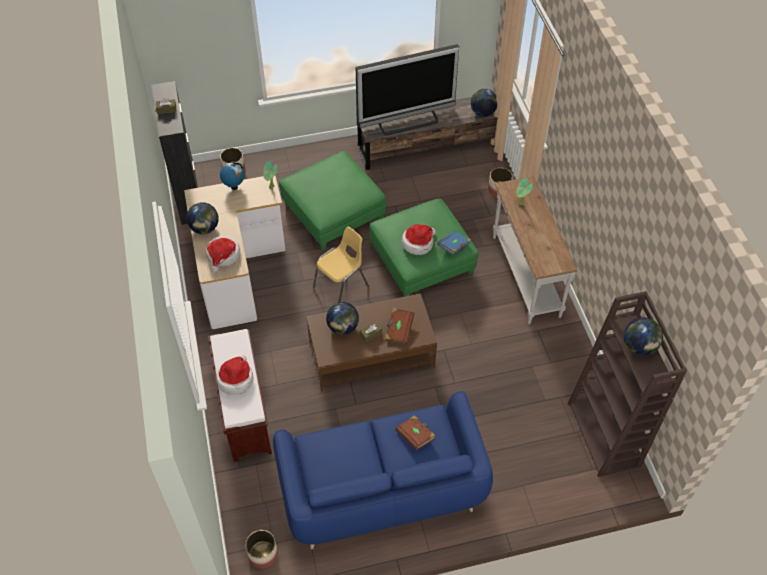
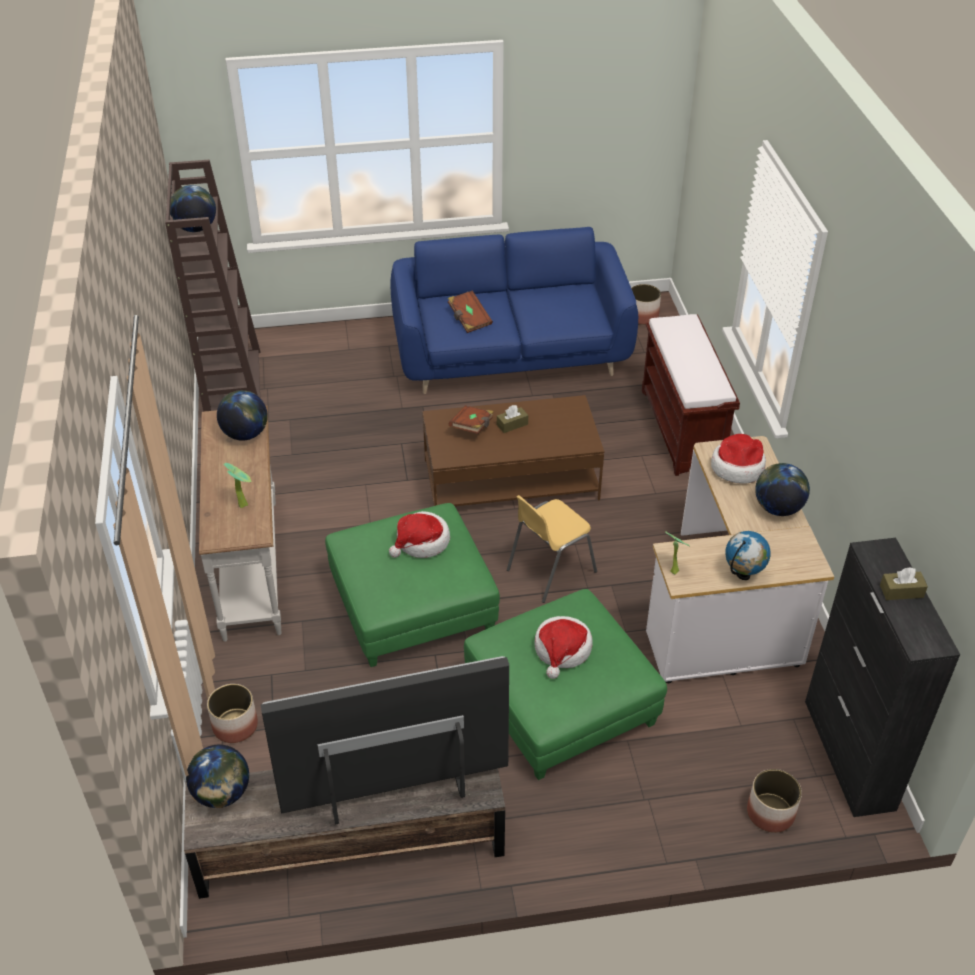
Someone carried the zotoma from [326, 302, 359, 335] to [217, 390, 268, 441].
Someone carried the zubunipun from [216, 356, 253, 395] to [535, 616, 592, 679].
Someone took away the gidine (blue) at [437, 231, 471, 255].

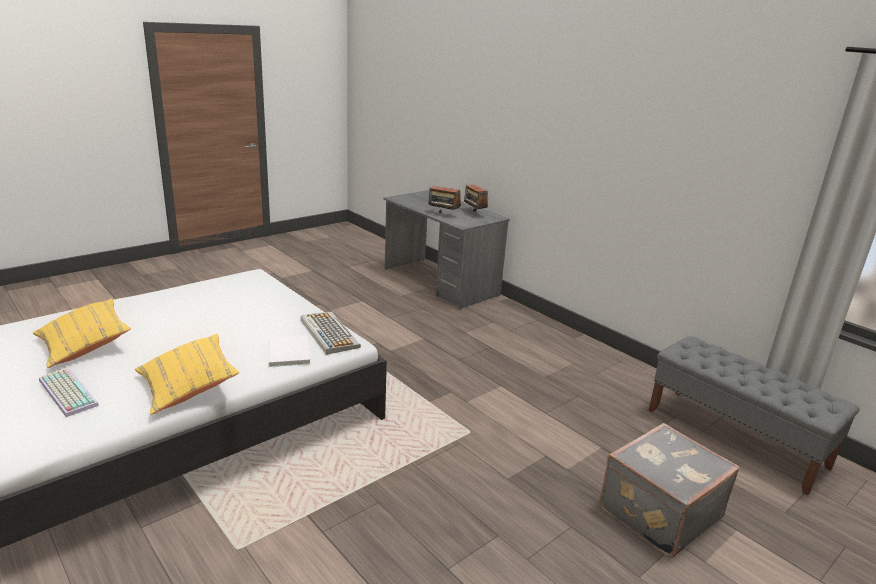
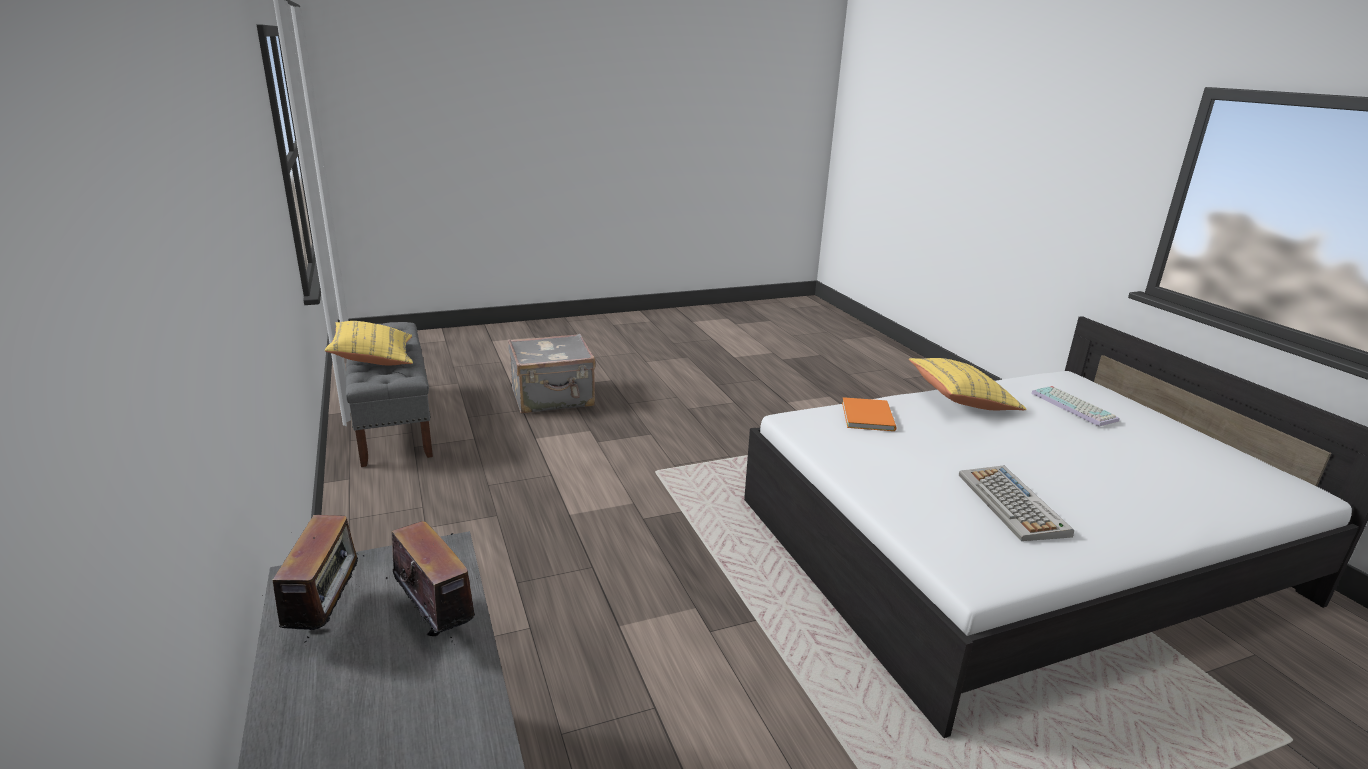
Someone carried the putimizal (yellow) from [33, 299, 131, 368] to [325, 321, 413, 366].
Someone repainted the gidine (white) at [268, 336, 311, 367], which became the gidine (orange) at [842, 397, 897, 431].
Someone carried the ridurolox from [301, 312, 361, 355] to [959, 466, 1074, 541].

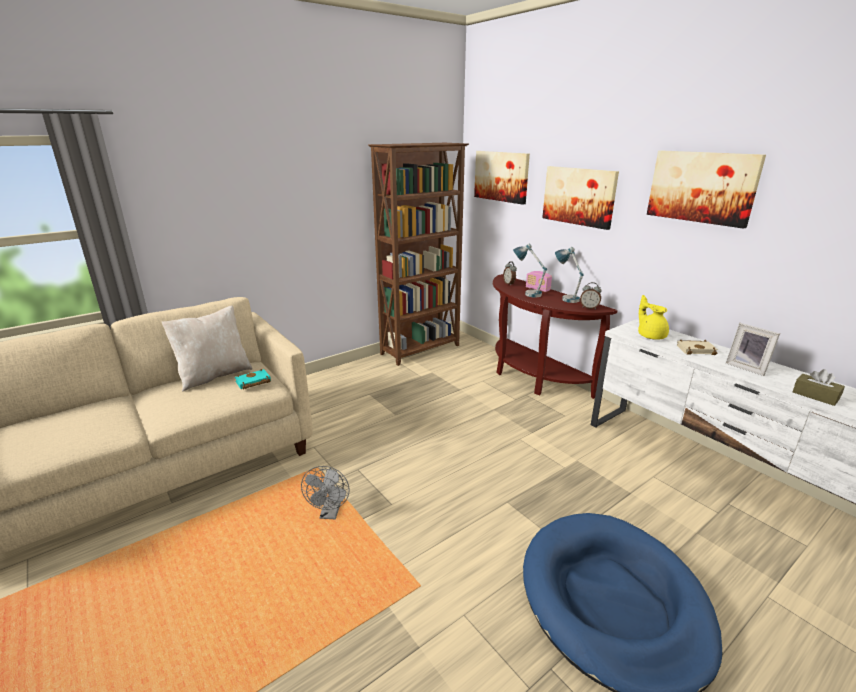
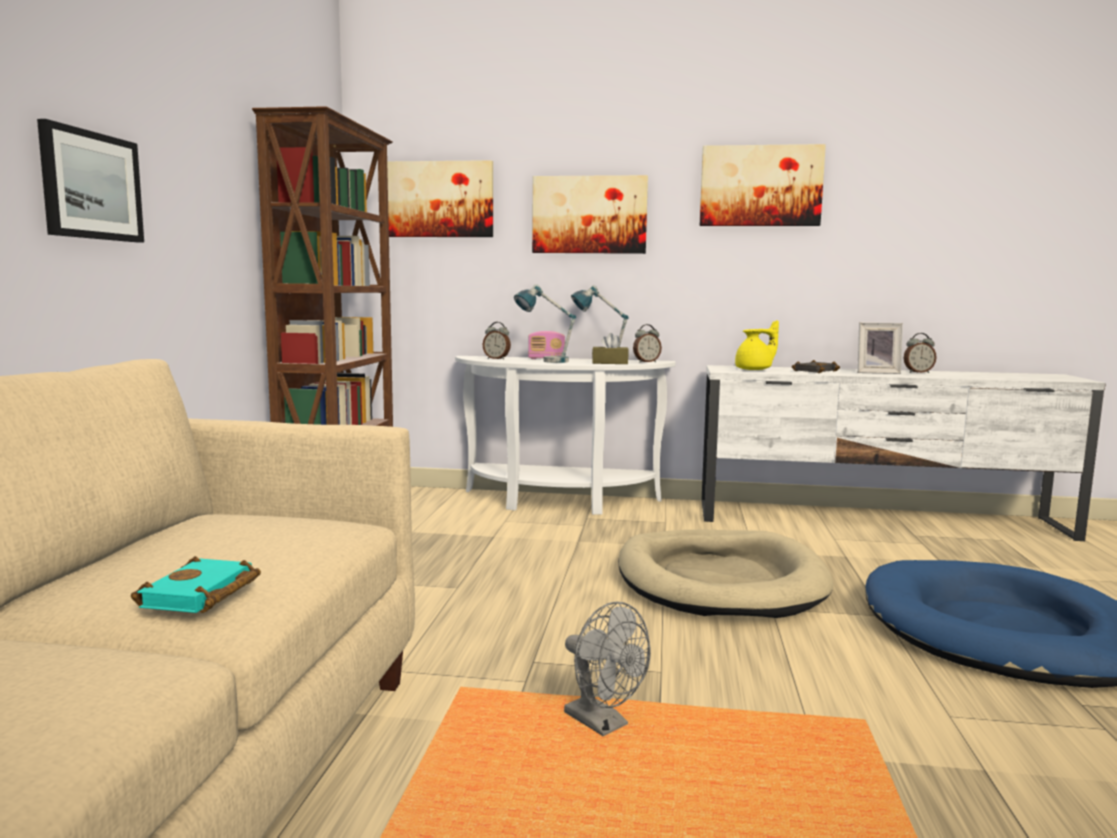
Someone put up the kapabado at [37, 119, 144, 242].
Someone carried the gidine (turquoise) from [235, 369, 271, 390] to [131, 556, 261, 613].
Someone repainted the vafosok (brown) at [493, 274, 618, 399], which became the vafosok (white) at [455, 356, 675, 515].
Someone carried the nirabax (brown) from [793, 369, 845, 406] to [592, 333, 629, 364].
Someone put down the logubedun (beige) at [618, 529, 833, 618].
Someone rotated the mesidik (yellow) at [638, 295, 669, 340] by 135 degrees clockwise.
Someone repainted the gidine (beige) at [677, 339, 718, 355], which became the gidine (black) at [792, 360, 840, 373].
Someone put down the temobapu at [904, 333, 937, 373].
Someone took away the putimizal (beige) at [162, 306, 253, 391].

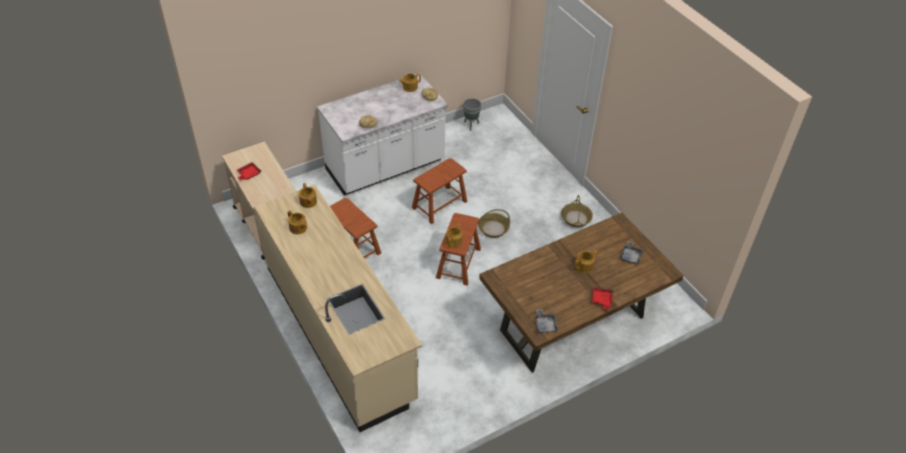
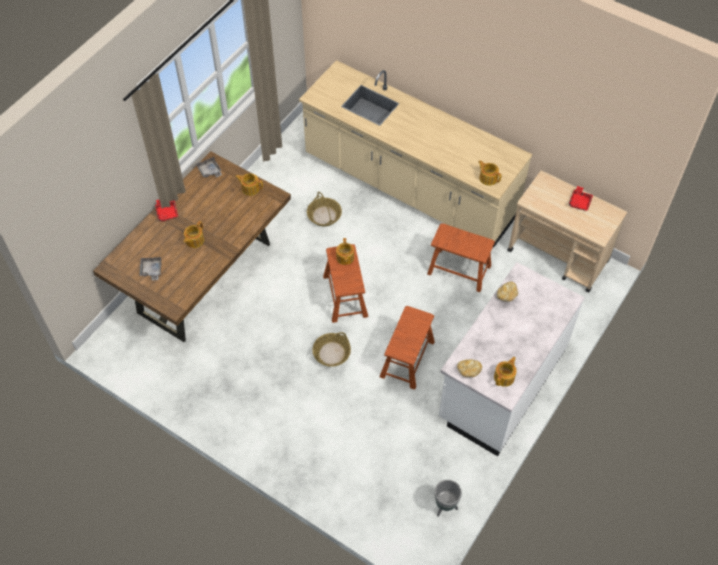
Someone carried the mesidik from [288, 210, 307, 234] to [235, 173, 263, 196].
Someone carried the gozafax from [561, 195, 593, 227] to [307, 192, 342, 226].

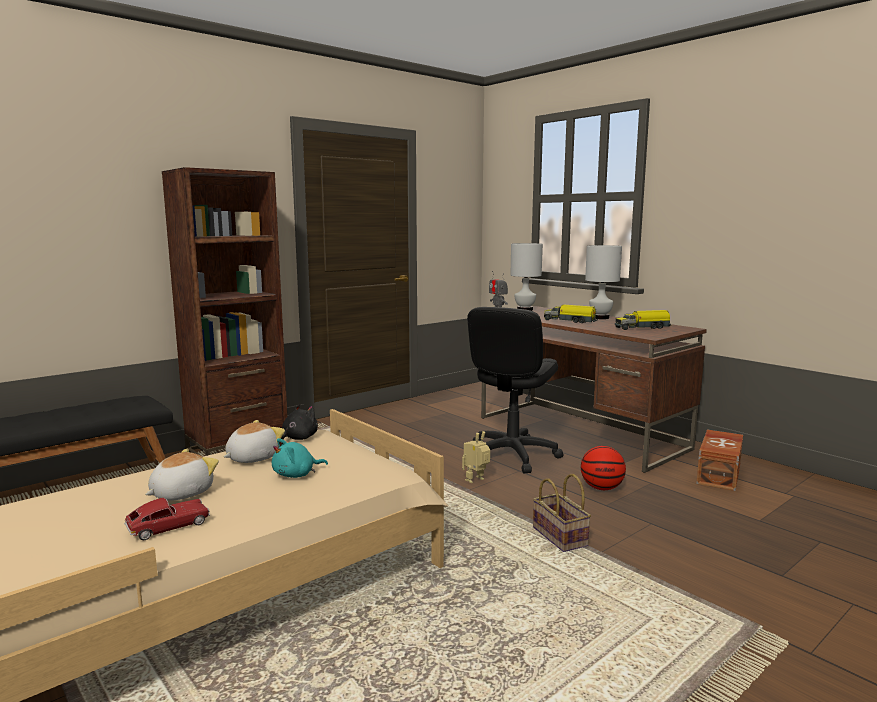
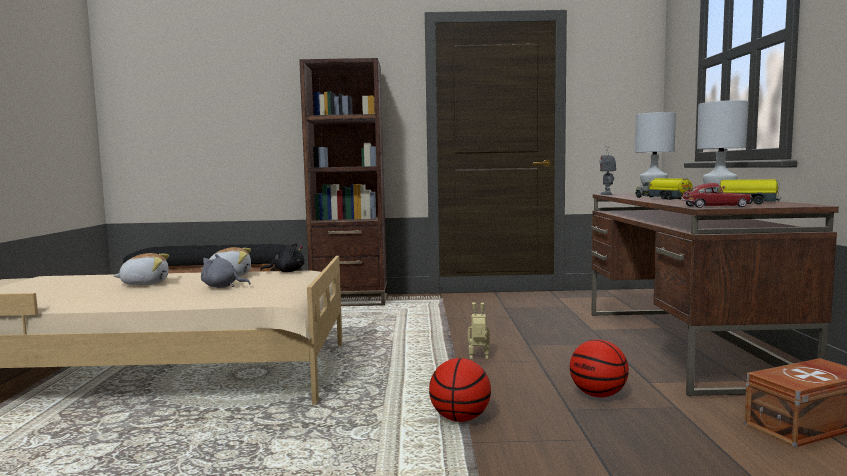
Someone repainted the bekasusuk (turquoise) at [272, 438, 328, 478], which became the bekasusuk (grey) at [201, 254, 251, 288].
Someone swapped the gozafax at [533, 474, 591, 552] for the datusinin at [429, 358, 491, 422].
Someone carried the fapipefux from [124, 498, 210, 540] to [681, 183, 752, 208].
Someone took away the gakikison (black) at [467, 307, 563, 473].

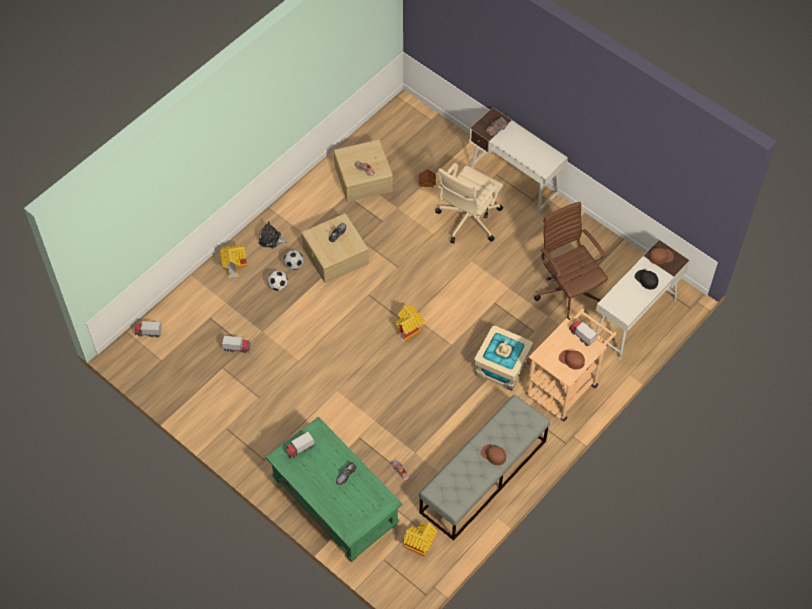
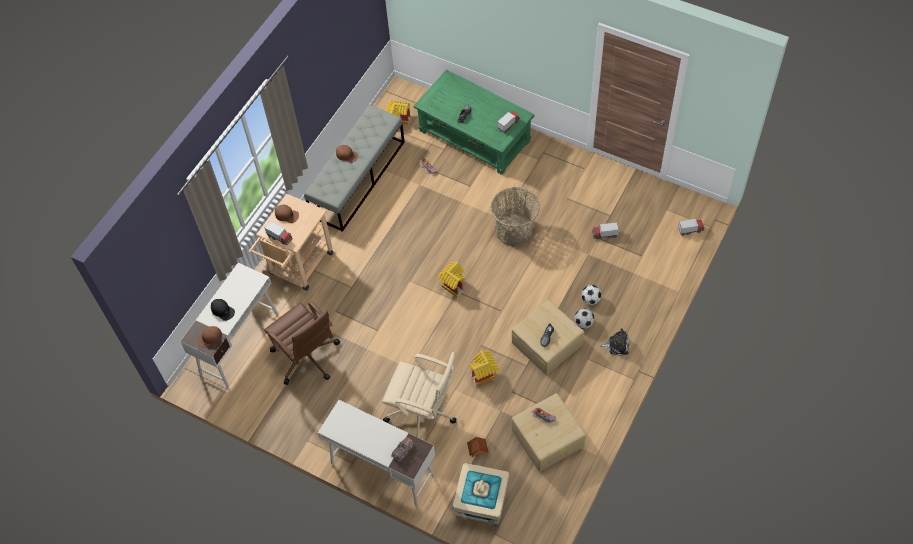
Someone rotated the gakikison (beige) at [435, 163, 504, 243] by 90 degrees clockwise.
Someone carried the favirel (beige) from [474, 325, 533, 391] to [453, 463, 510, 527].
Someone carried the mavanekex from [220, 244, 247, 278] to [470, 350, 499, 386].
Someone put down the gozafax at [490, 187, 540, 247].

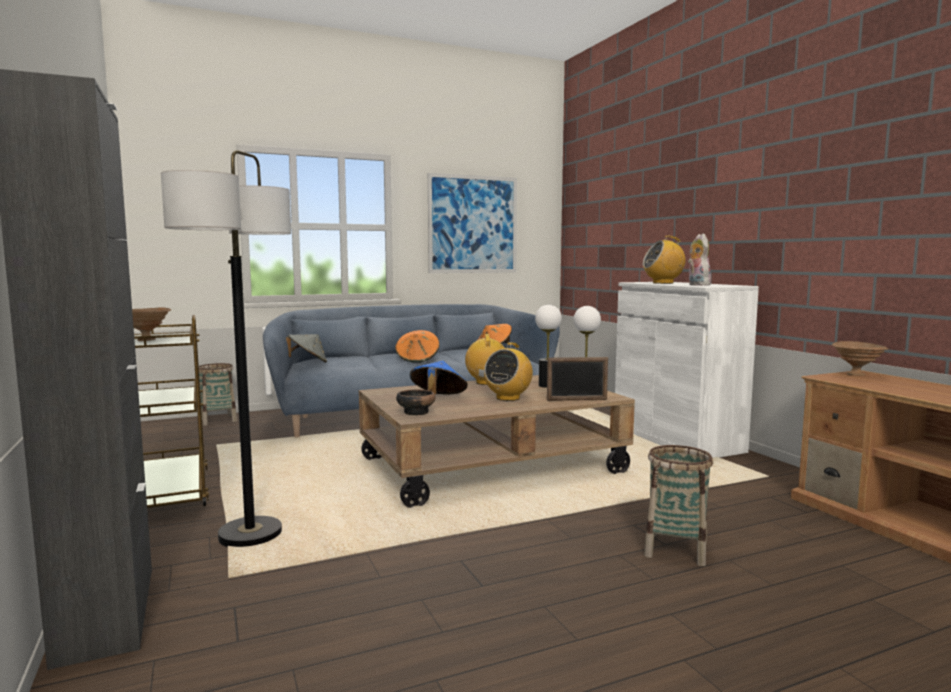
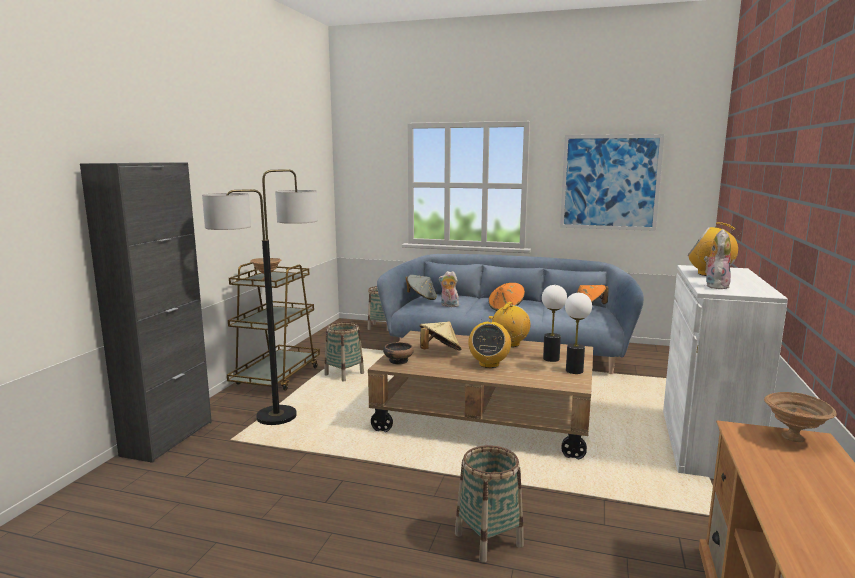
Someone put down the gozafax at [324, 322, 364, 381].
Someone repainted the zubunipun (blue) at [410, 361, 468, 394], which became the zubunipun (beige) at [419, 322, 461, 351].
Someone put down the bekasusuk at [439, 271, 459, 307].
Someone rotated the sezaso at [484, 342, 533, 401] by 60 degrees counterclockwise.
Someone took away the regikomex at [547, 357, 608, 401].

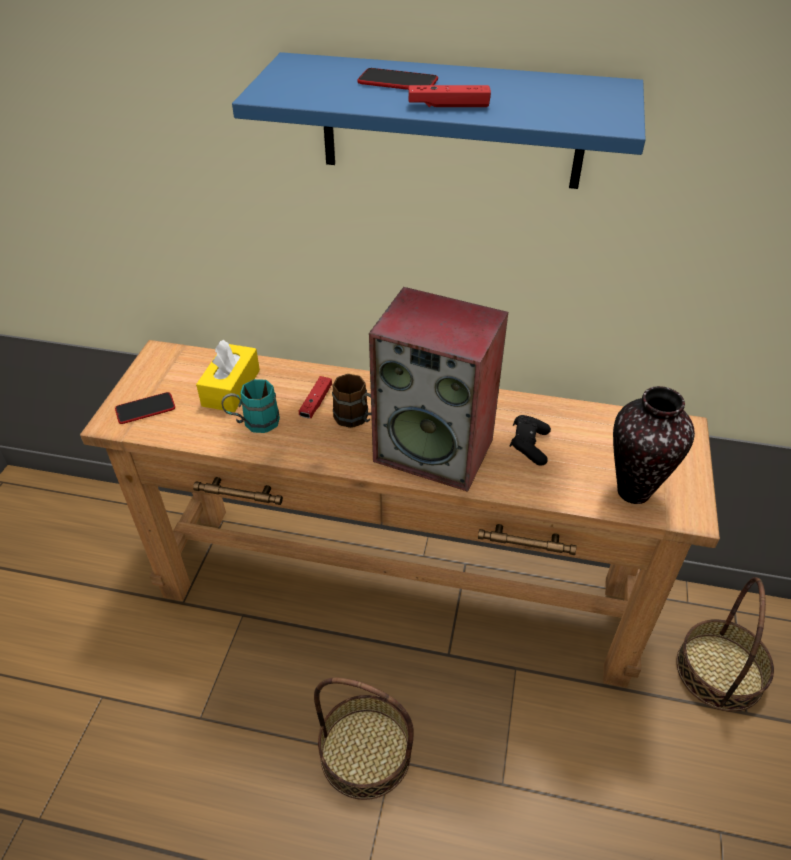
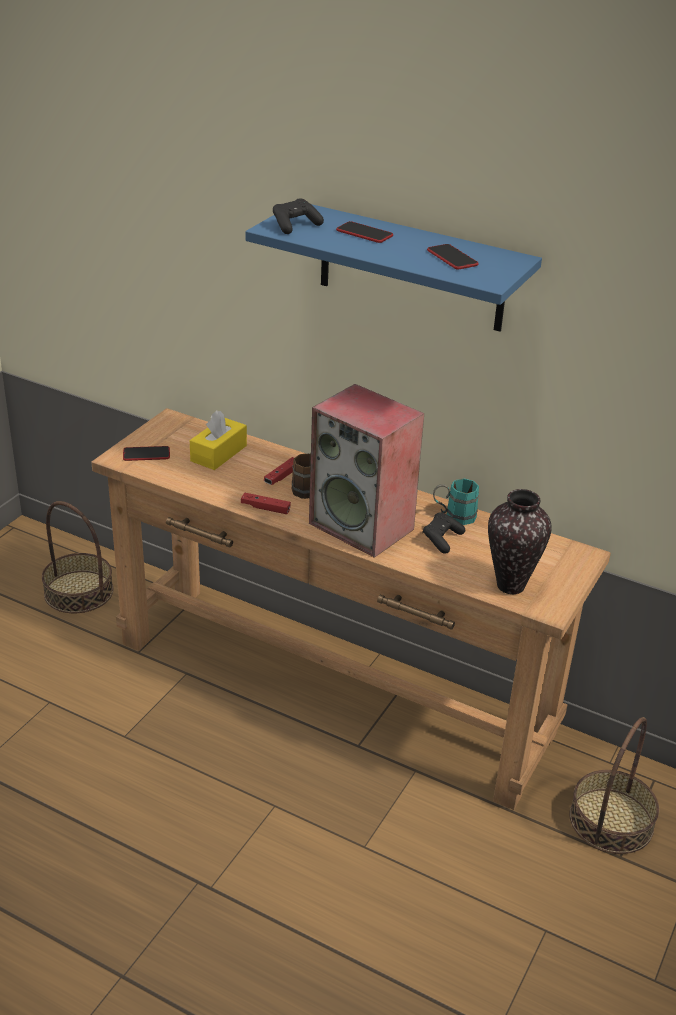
Someone carried the gozafax from [314, 678, 414, 800] to [42, 501, 113, 614].
Someone carried the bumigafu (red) from [408, 85, 491, 107] to [241, 493, 291, 514].
Someone put down the bumigafu (black) at [273, 198, 324, 234].
Someone put down the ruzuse at [427, 244, 479, 270].
Someone carried the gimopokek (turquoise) from [222, 379, 280, 433] to [433, 479, 479, 525].

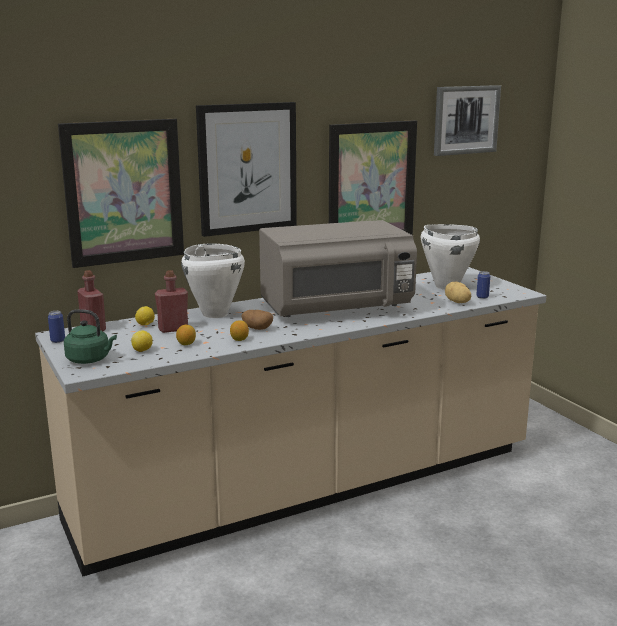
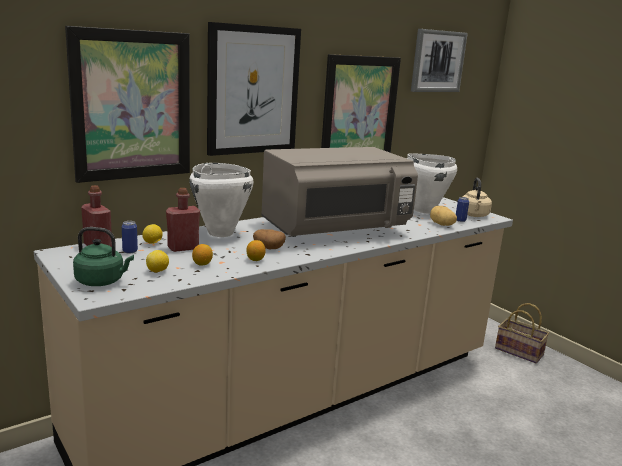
Someone carried the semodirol from [48, 311, 65, 343] to [122, 221, 138, 253].
Someone put down the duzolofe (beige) at [462, 178, 492, 217].
Someone put down the gozafax at [495, 303, 549, 363].

